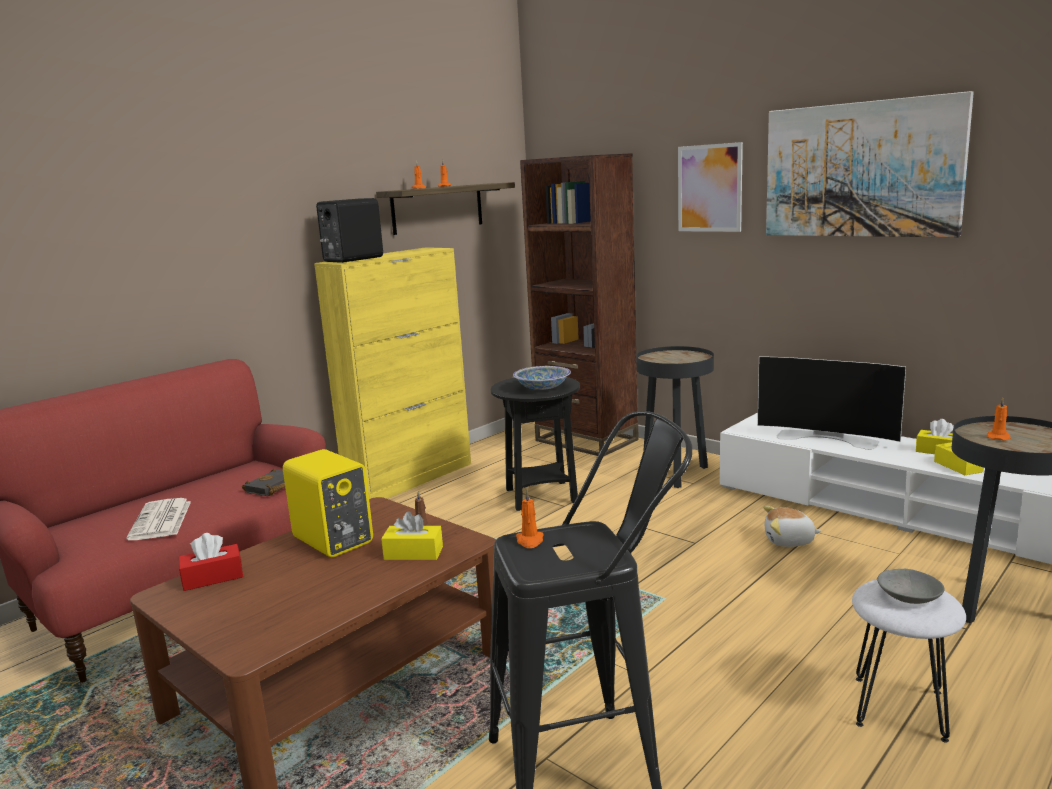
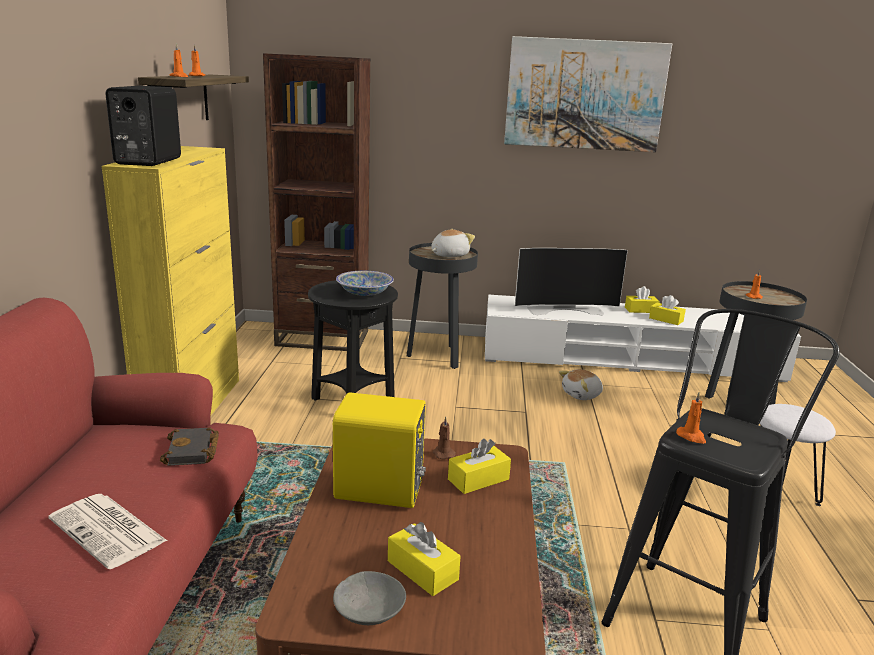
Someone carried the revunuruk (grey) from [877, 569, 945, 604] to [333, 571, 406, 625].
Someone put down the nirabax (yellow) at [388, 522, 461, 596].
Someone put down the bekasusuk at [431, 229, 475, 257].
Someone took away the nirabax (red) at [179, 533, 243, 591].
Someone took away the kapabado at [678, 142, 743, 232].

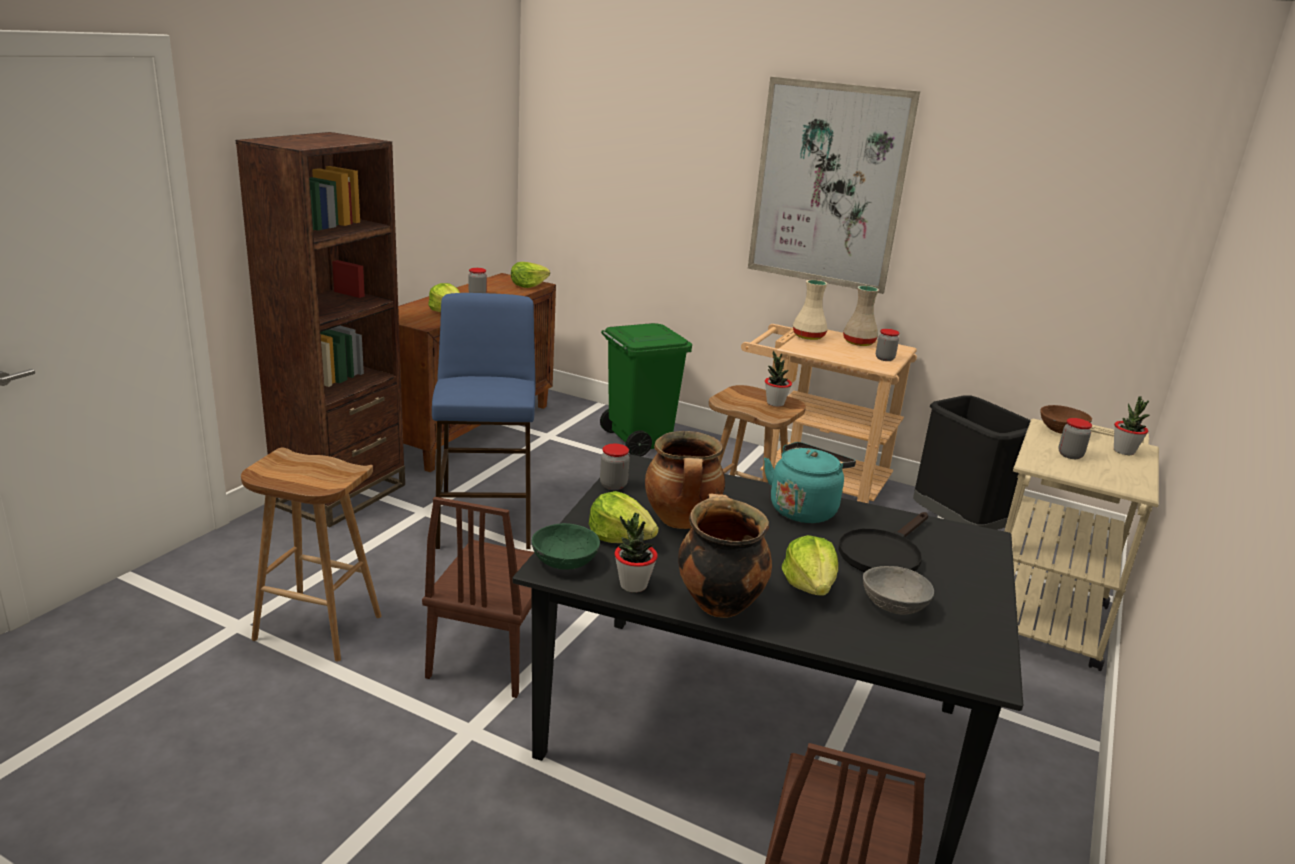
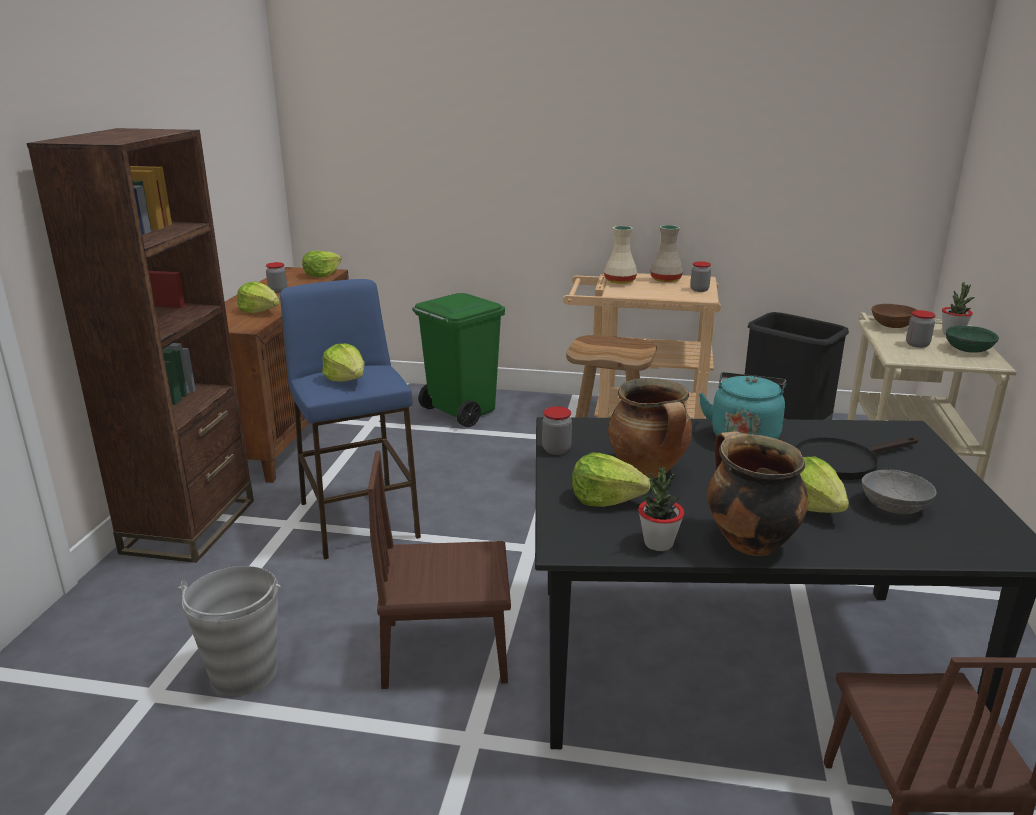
Someone swapped the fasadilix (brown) at [241, 448, 381, 662] for the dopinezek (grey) at [177, 566, 280, 696].
Someone put down the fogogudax at [322, 343, 364, 382].
Someone rotated the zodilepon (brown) at [422, 497, 534, 698] by 90 degrees clockwise.
Someone rotated the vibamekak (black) at [839, 512, 928, 572] by 45 degrees clockwise.
Someone carried the revunuruk (green) from [532, 523, 600, 570] to [946, 326, 999, 353].
Someone took away the kapabado at [748, 77, 920, 294].
Someone took away the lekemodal at [765, 350, 792, 407].

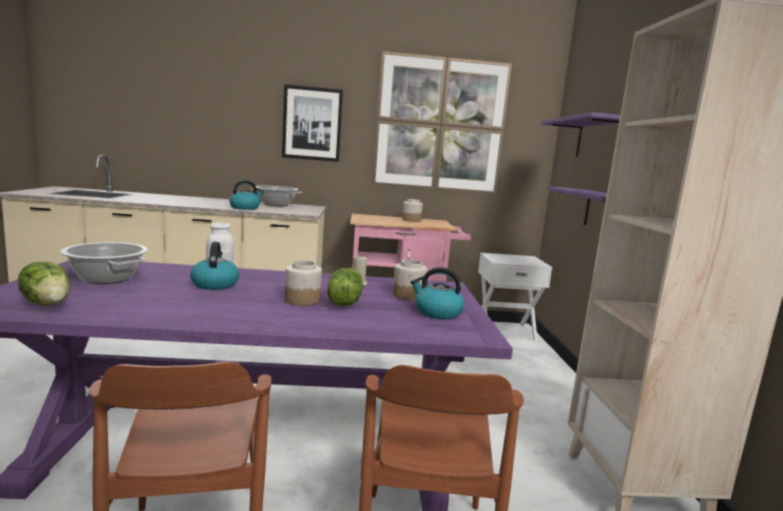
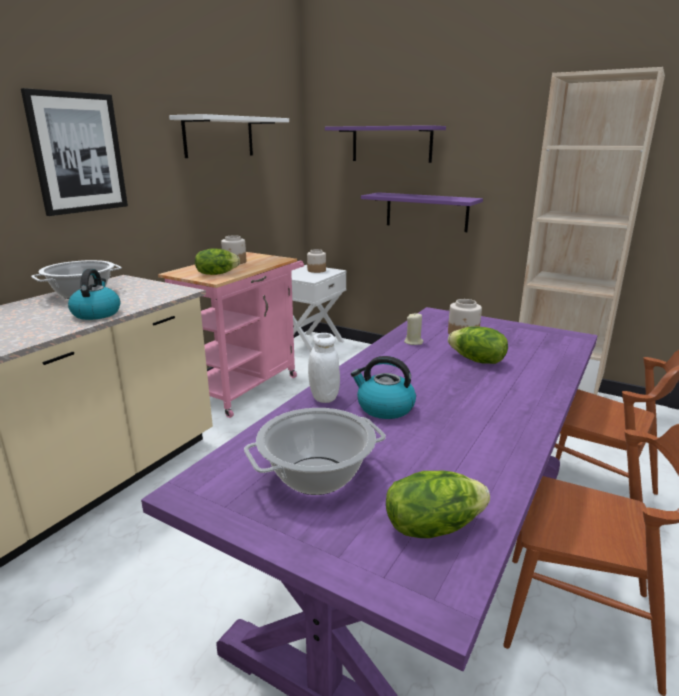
Someone swapped the kapabado at [373, 51, 512, 194] for the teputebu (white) at [169, 114, 289, 158].
Someone put down the fogogudax at [195, 248, 240, 275].
Someone carried the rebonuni from [285, 260, 322, 306] to [307, 249, 326, 273].
Someone took away the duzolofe at [411, 267, 464, 319].

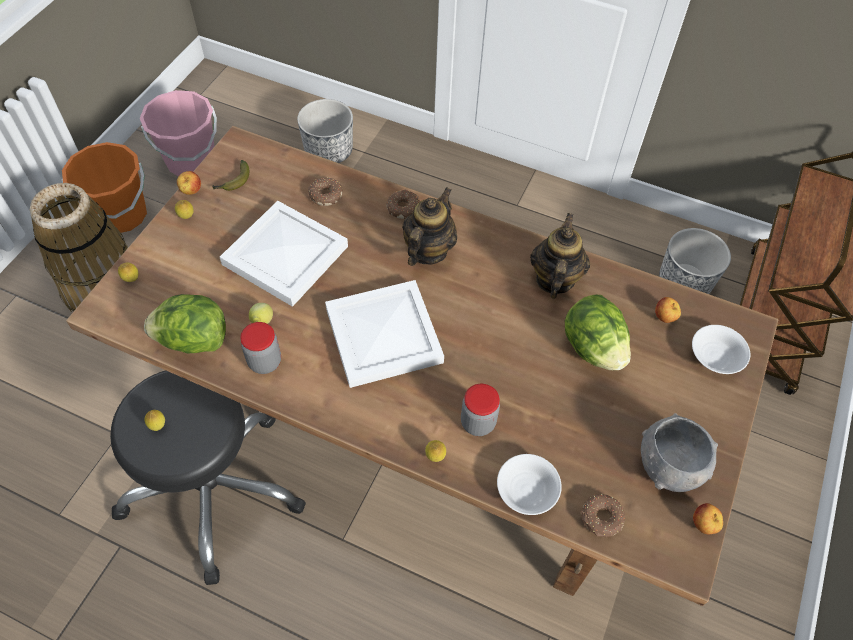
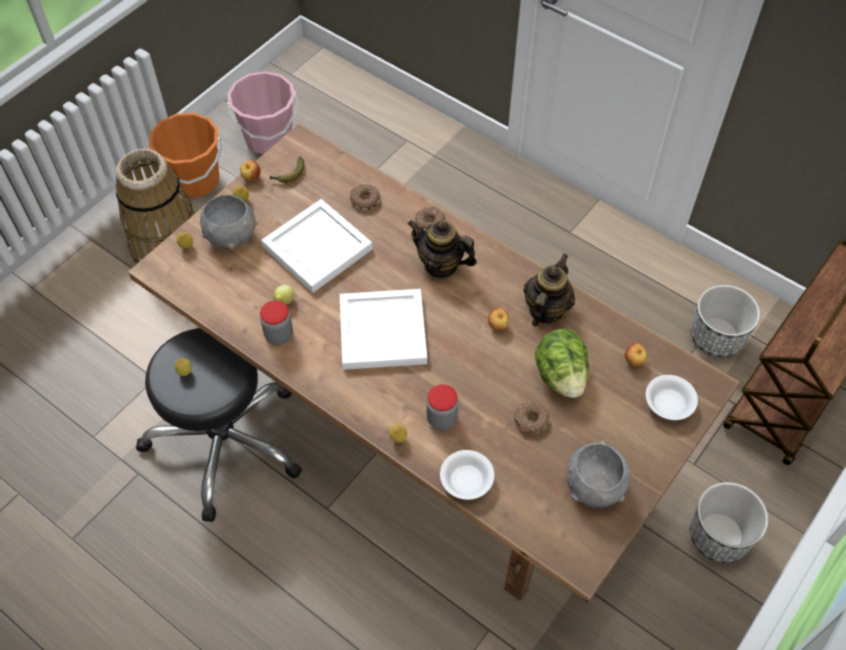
Someone put down the revunuruk (grey) at [200, 195, 258, 249].
Someone rotated the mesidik at [402, 187, 457, 266] by 105 degrees counterclockwise.
Someone carried the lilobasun from [693, 503, 723, 534] to [488, 308, 509, 330].
Someone carried the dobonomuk from [581, 494, 625, 537] to [514, 401, 549, 434].
Someone carried the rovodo from [297, 99, 353, 163] to [690, 482, 768, 563].
Someone took away the fogogudax at [144, 294, 226, 354].

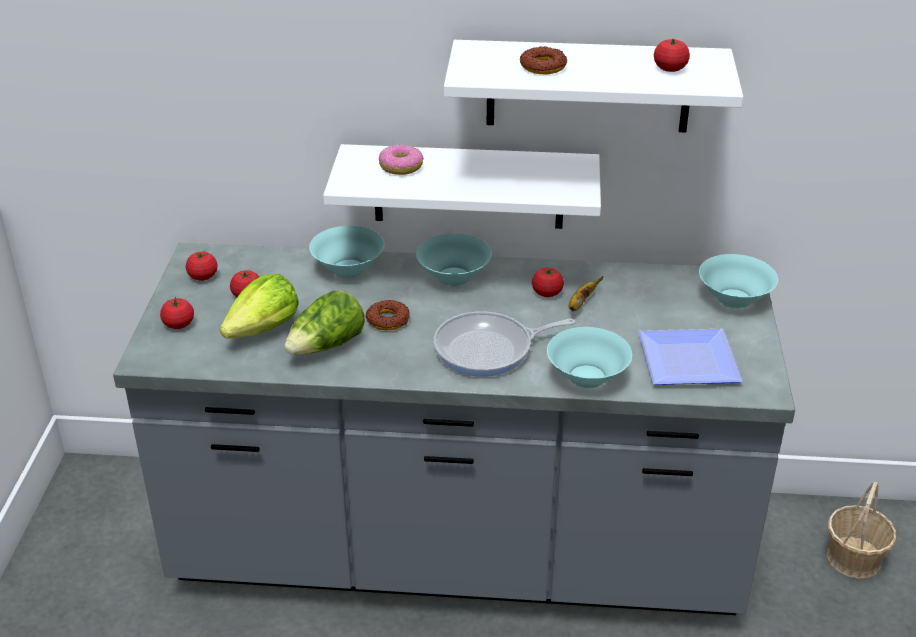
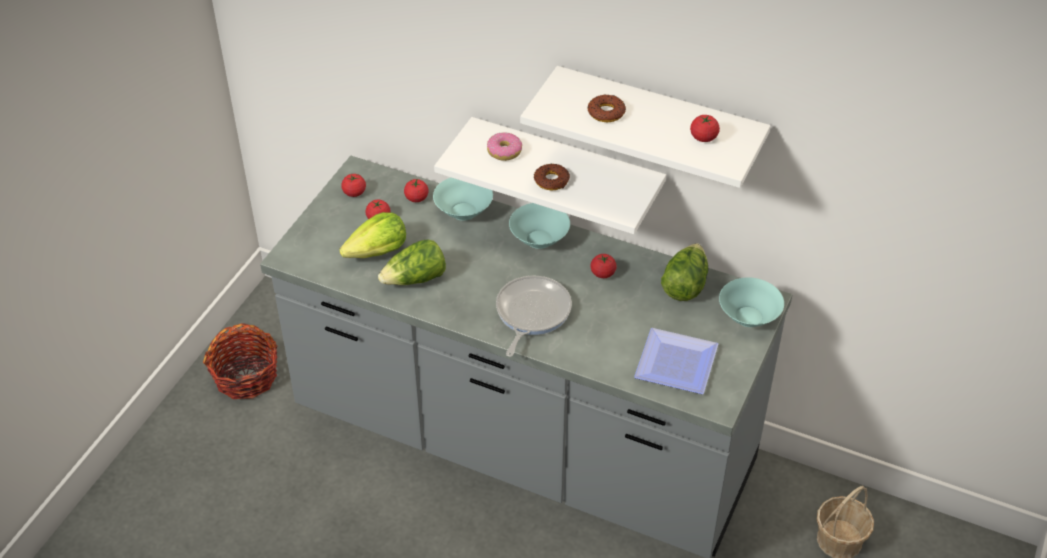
Someone put down the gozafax at [203, 323, 277, 399].
Someone carried the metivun from [160, 297, 194, 329] to [404, 178, 429, 202].
Someone rotated the vibamekak at [434, 312, 575, 377] by 105 degrees clockwise.
Someone carried the dobonomuk from [365, 300, 410, 330] to [534, 164, 570, 191].
Someone put down the fogogudax at [661, 243, 708, 301].
Someone took away the revunuruk (turquoise) at [547, 327, 632, 388].
Someone took away the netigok at [569, 276, 604, 311].

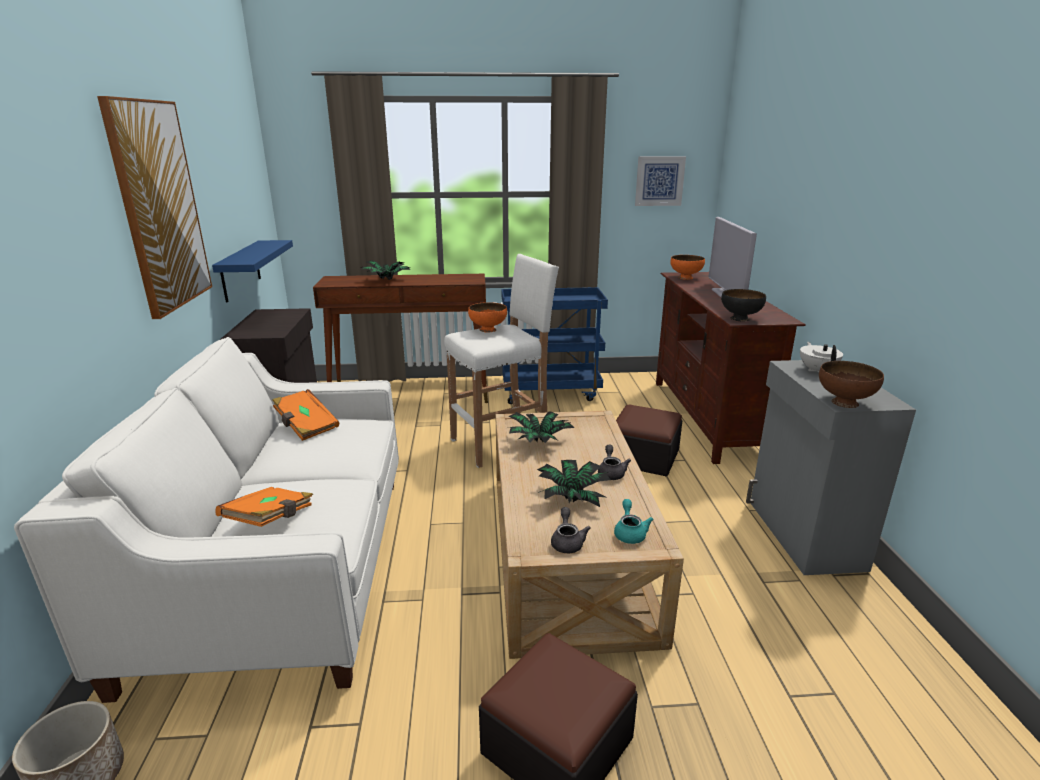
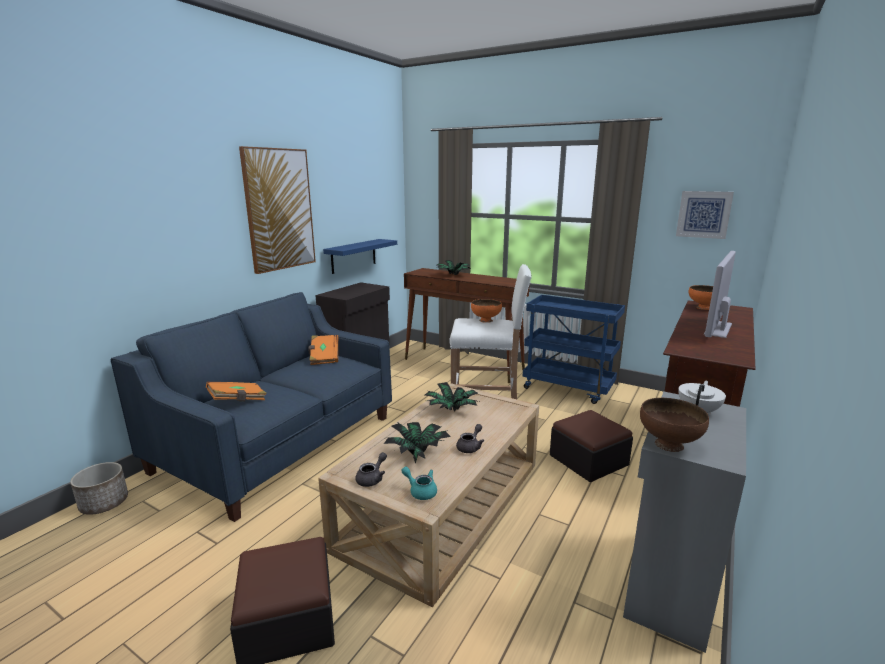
Someone repainted the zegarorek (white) at [14, 337, 399, 703], which became the zegarorek (blue) at [111, 292, 392, 522].
Someone rotated the mesidik (turquoise) at [614, 499, 653, 544] by 90 degrees counterclockwise.
Someone took away the revunuruk (black) at [721, 289, 766, 321].

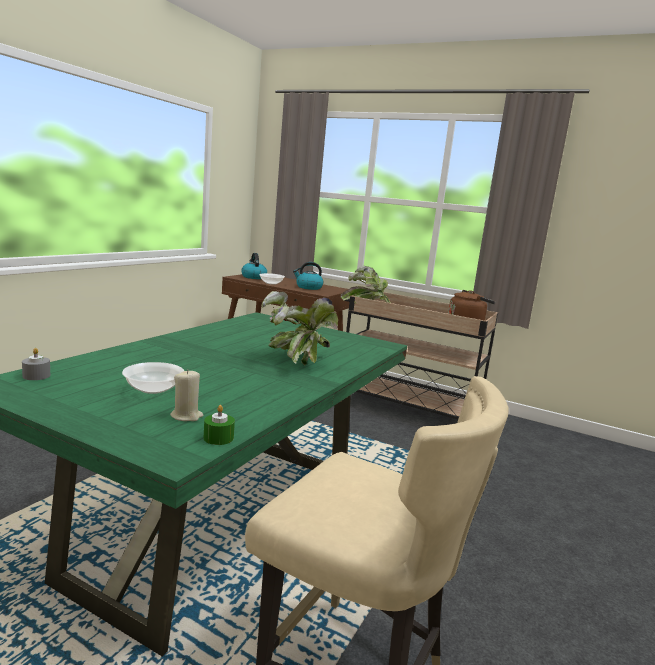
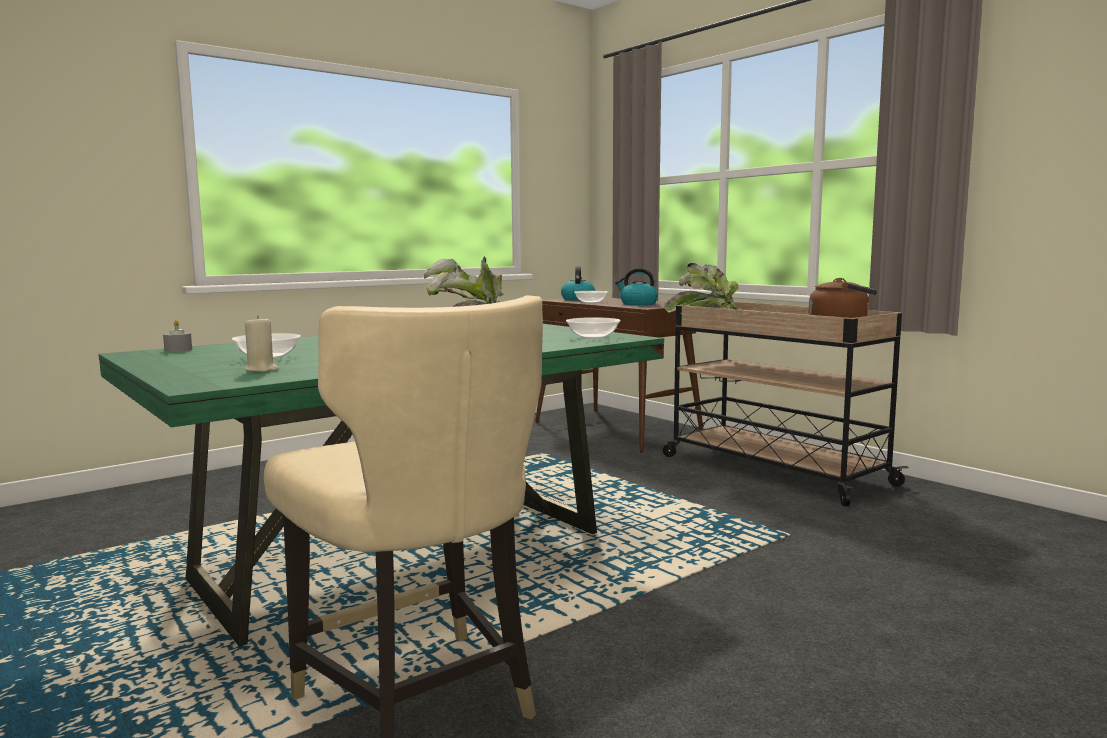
Someone put down the revunuruk at [566, 317, 621, 339].
Someone took away the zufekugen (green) at [204, 405, 235, 445].

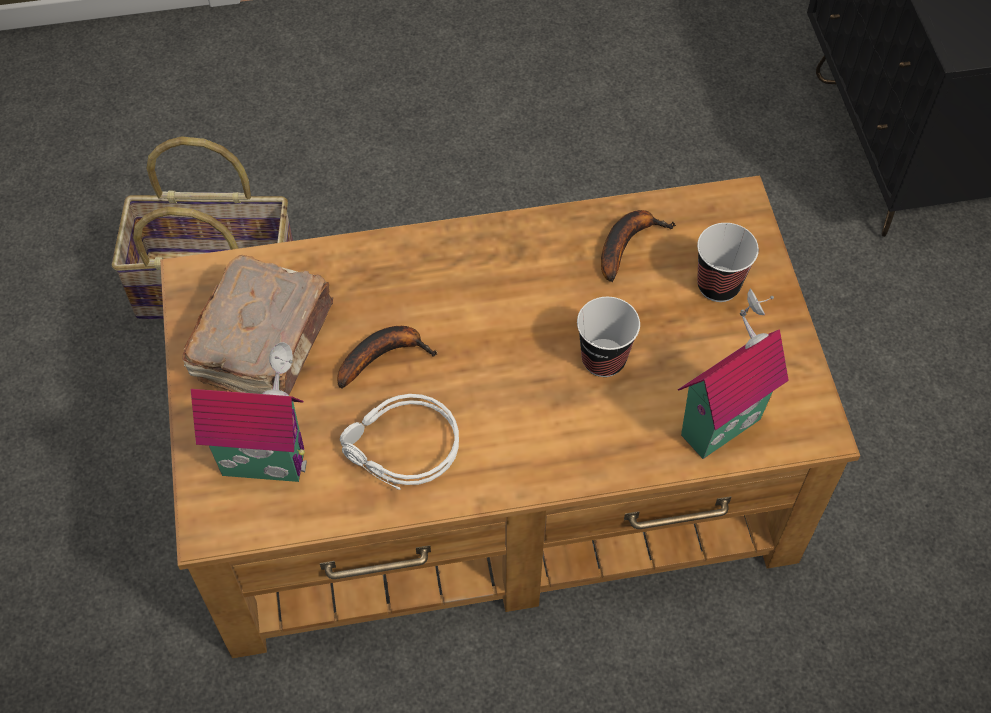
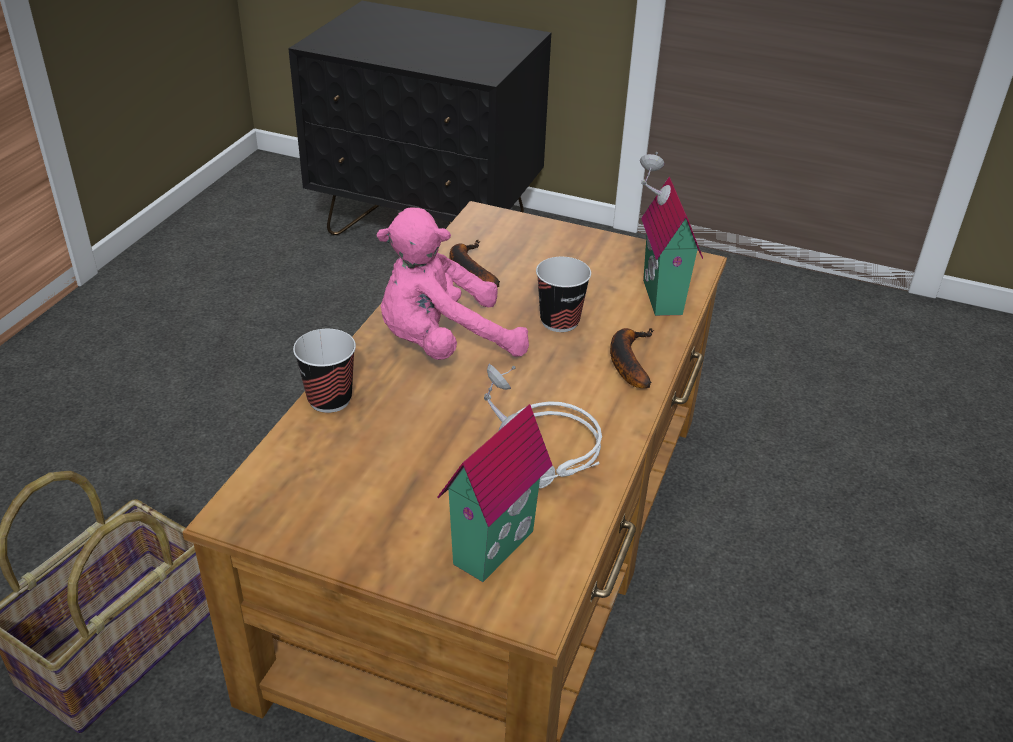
Someone carried the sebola from [697, 223, 759, 302] to [293, 329, 356, 413].
Someone put down the bekasusuk (pink) at [377, 207, 529, 360].
Someone carried the netigok from [337, 326, 437, 389] to [610, 328, 654, 388].
Someone took away the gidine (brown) at [182, 255, 333, 395].

